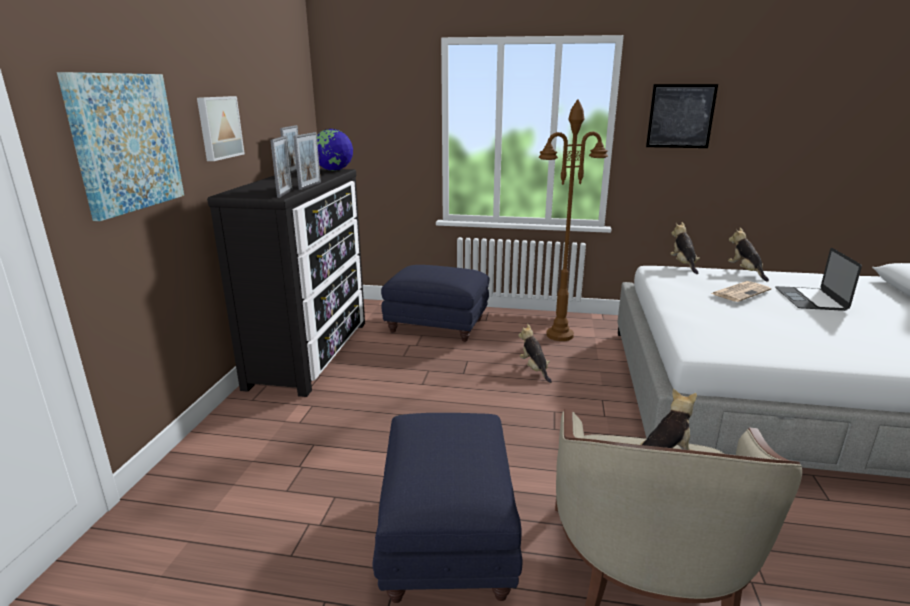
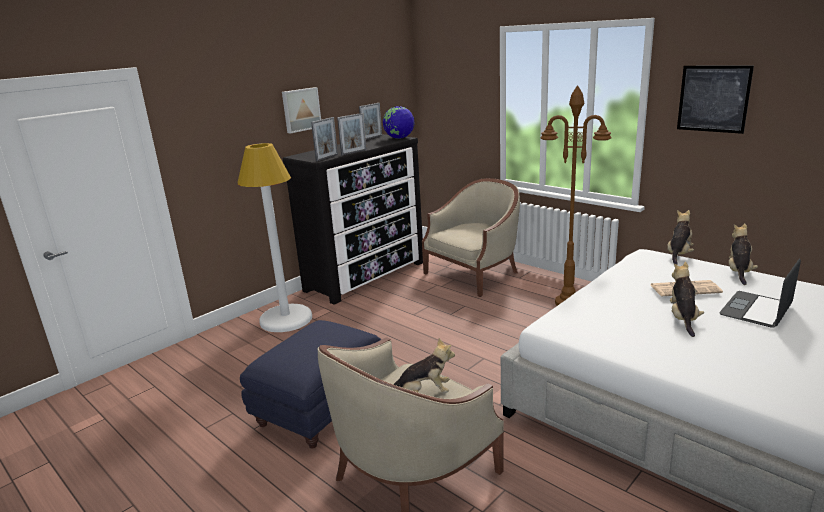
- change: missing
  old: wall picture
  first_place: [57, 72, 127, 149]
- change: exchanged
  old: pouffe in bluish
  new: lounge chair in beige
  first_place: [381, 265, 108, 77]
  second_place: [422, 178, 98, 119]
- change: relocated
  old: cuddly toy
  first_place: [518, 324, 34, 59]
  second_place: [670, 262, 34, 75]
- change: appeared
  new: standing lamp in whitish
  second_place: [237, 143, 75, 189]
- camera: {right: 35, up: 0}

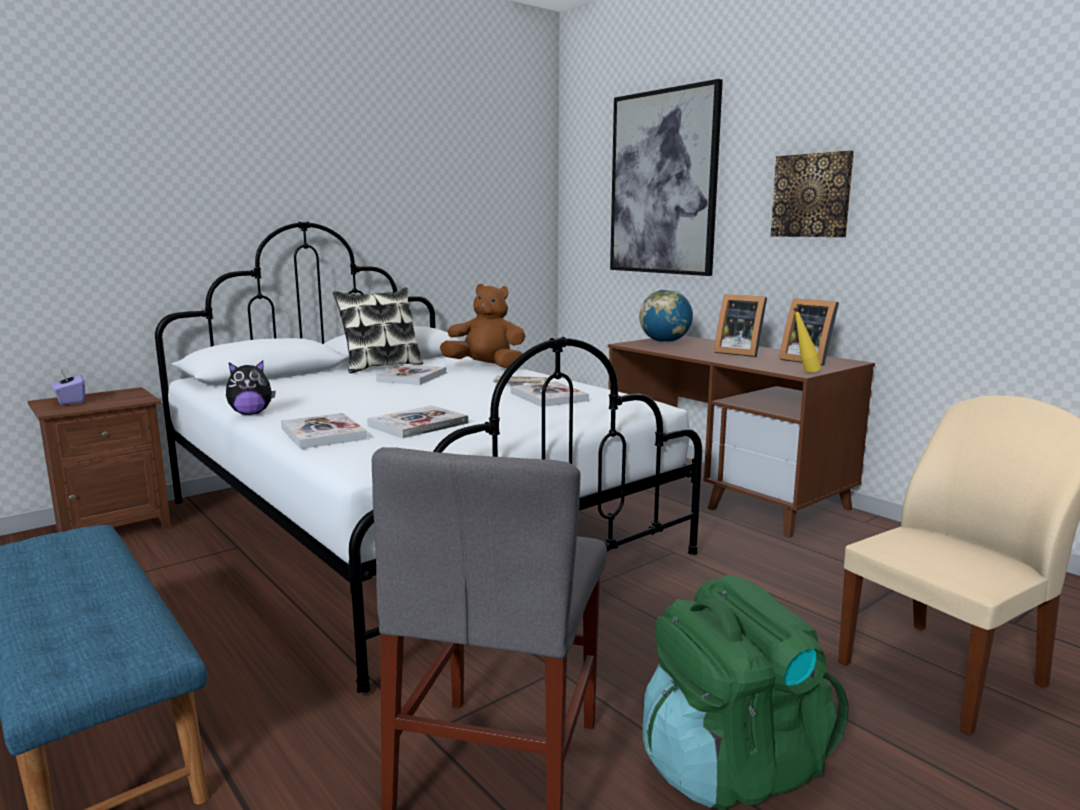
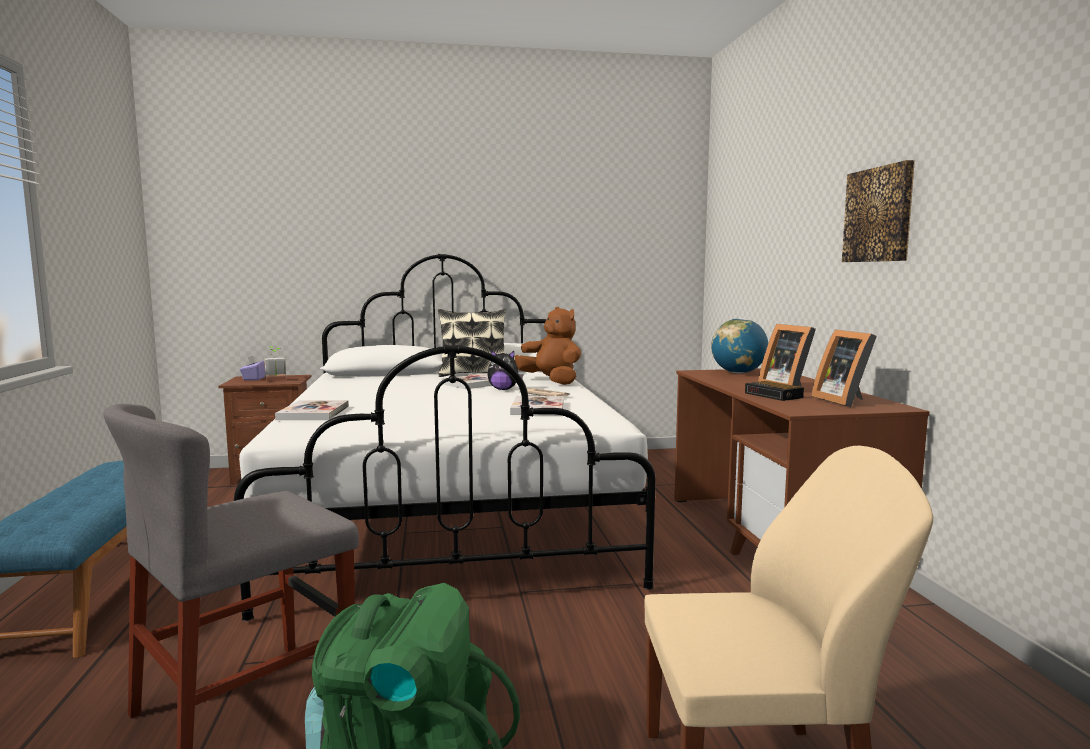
- change: missing
  old: wall picture
  first_place: [610, 79, 113, 197]
- change: missing
  old: bottle in yellow
  first_place: [793, 307, 28, 66]
- change: relocated
  old: cuddly toy
  first_place: [226, 361, 50, 54]
  second_place: [488, 350, 35, 40]
- change: missing
  old: volume
  first_place: [367, 405, 102, 33]
- change: appeared
  new: plant in a pot
  second_place: [264, 346, 22, 36]
- change: appeared
  new: table clock
  second_place: [745, 381, 59, 20]
- camera: {right: 30, up: -5}

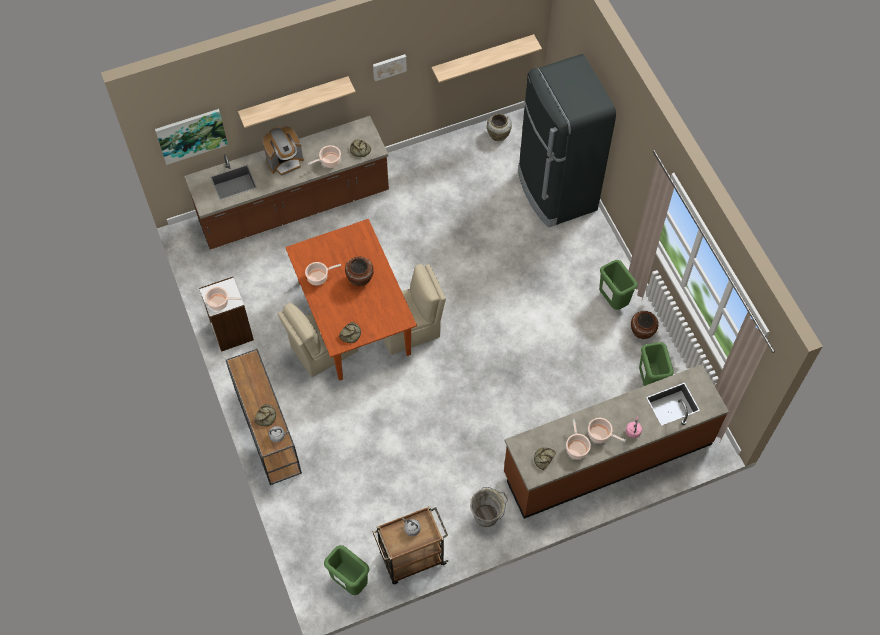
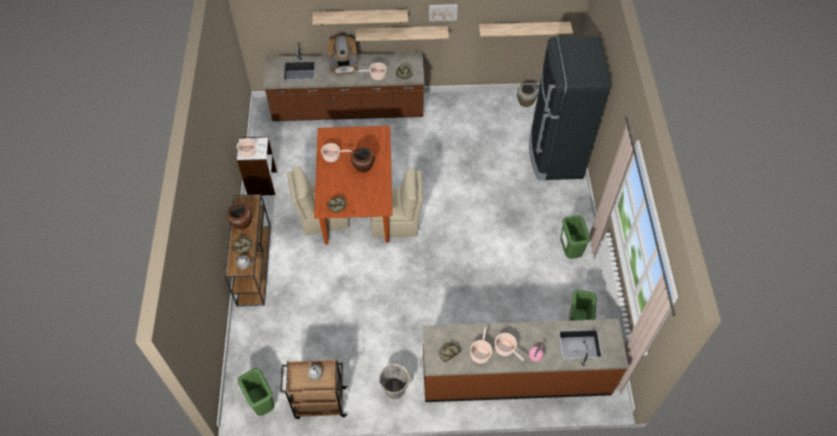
- change: missing
  old: wall picture
  first_place: [155, 109, 73, 56]
- change: relocated
  old: decorative vase in brown-coloured
  first_place: [631, 311, 28, 28]
  second_place: [226, 203, 26, 26]
- change: appeared
  new: bracket shelf
  second_place: [356, 26, 93, 15]
- camera: {right: 20, up: -5}

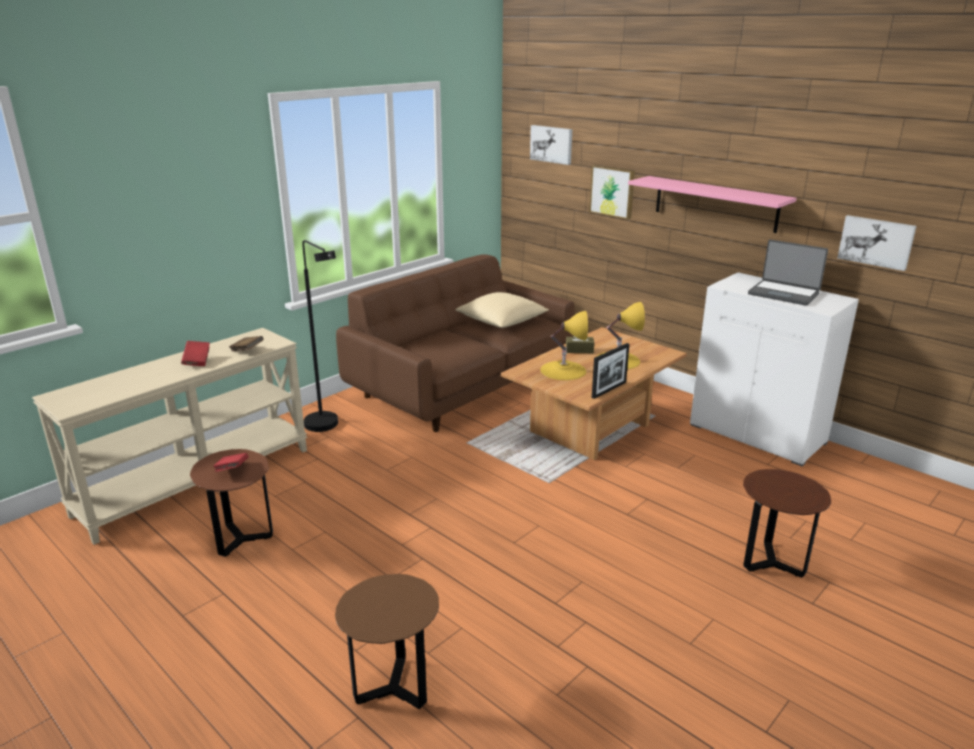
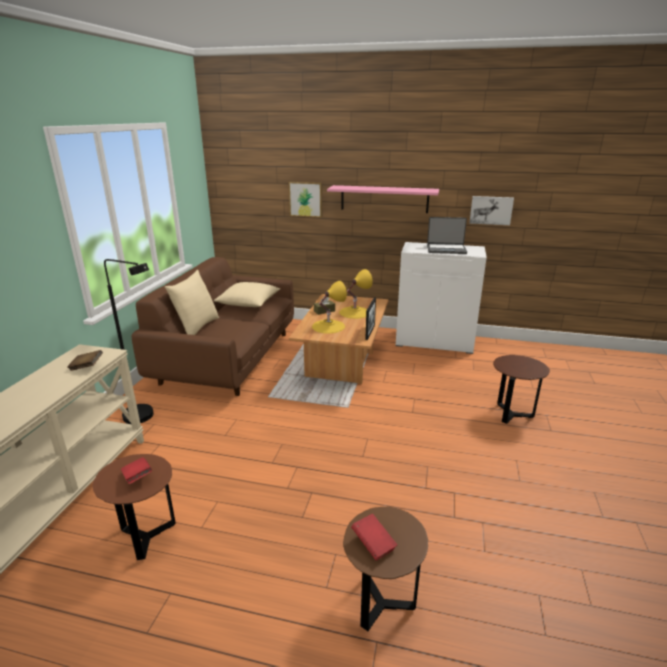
- change: missing
  old: wall picture
  first_place: [530, 125, 42, 40]
- change: relocated
  old: volume in red
  first_place: [181, 341, 29, 25]
  second_place: [351, 514, 46, 46]
- change: appeared
  new: cushion in beige
  second_place: [165, 270, 54, 65]
- camera: {right: -30, up: 0}

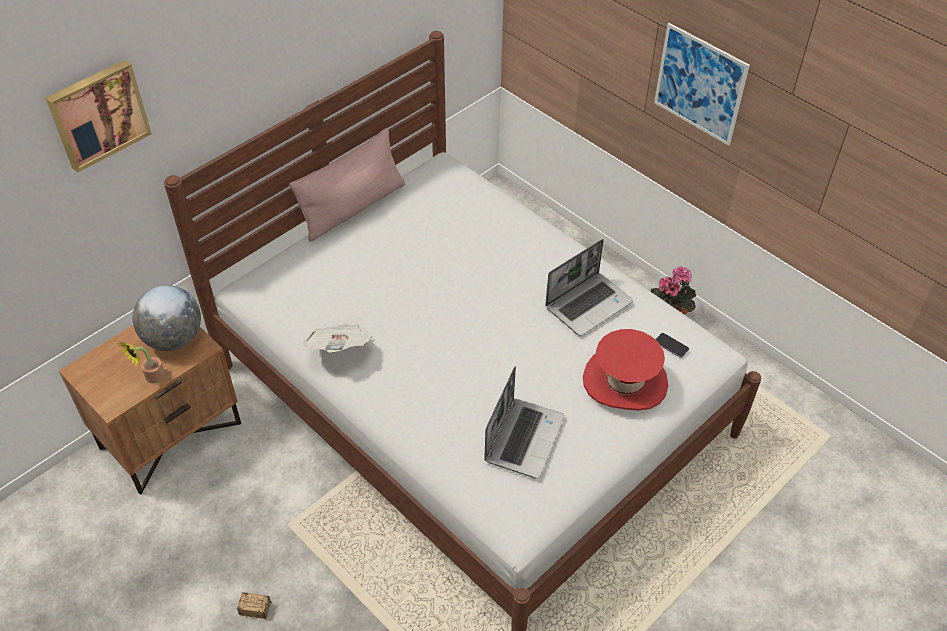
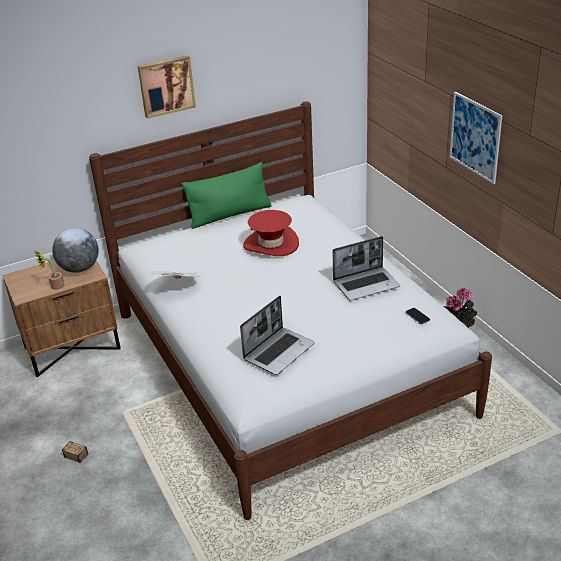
- change: relocated
  old: wall picture
  first_place: [46, 60, 106, 113]
  second_place: [137, 55, 59, 64]
- change: colour
  old: cushion in pink-coloured
  new: cushion in green
  first_place: [289, 128, 116, 114]
  second_place: [182, 162, 90, 67]
- change: relocated
  old: wearable hat in red
  first_place: [583, 329, 85, 82]
  second_place: [244, 210, 55, 46]
- camera: {right: 20, up: -15}

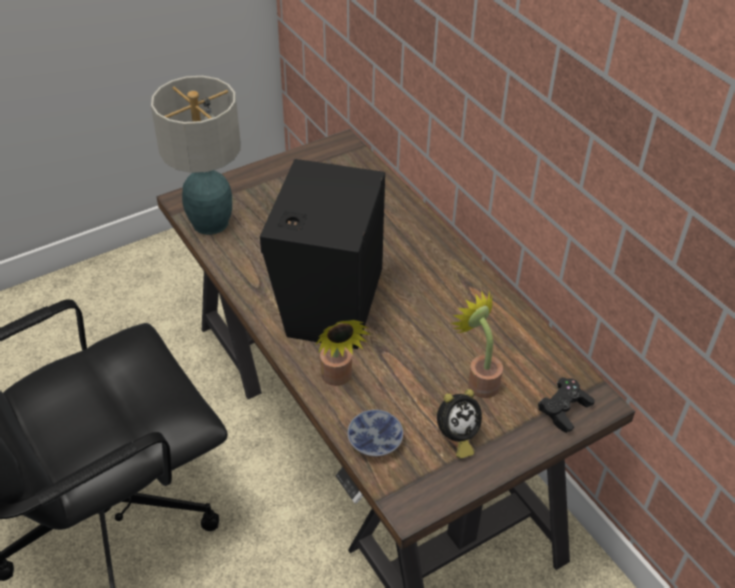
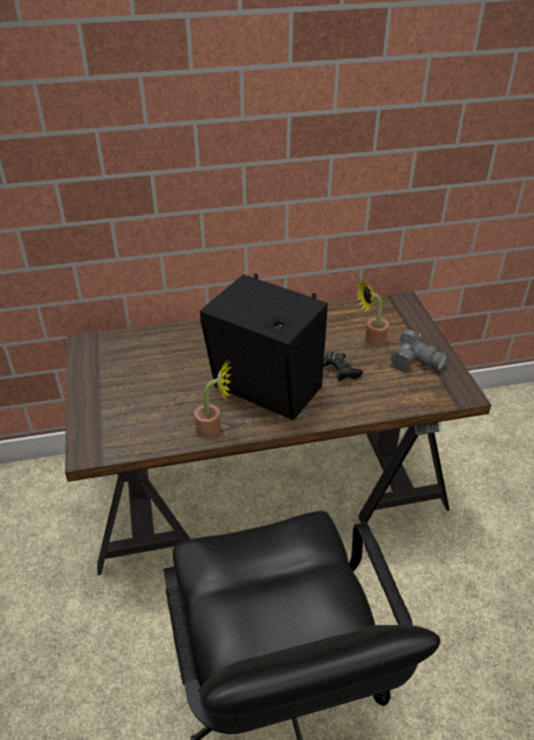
- change: missing
  old: table lamp
  first_place: [151, 76, 90, 159]
- change: relocated
  old: plant in a pot
  first_place: [316, 320, 55, 66]
  second_place: [194, 358, 38, 80]
- change: relocated
  old: gamepad in blackish
  first_place: [538, 377, 57, 56]
  second_place: [323, 352, 40, 29]
- change: exchanged
  old: table clock
  new: photo camera
  first_place: [437, 389, 45, 70]
  second_place: [391, 329, 57, 43]
- change: missing
  old: deep dish
  first_place: [348, 410, 55, 47]
- camera: {right: -70, up: -5}

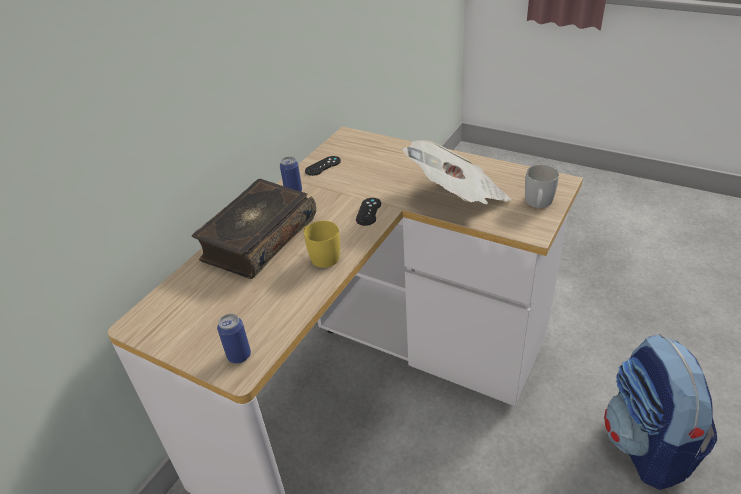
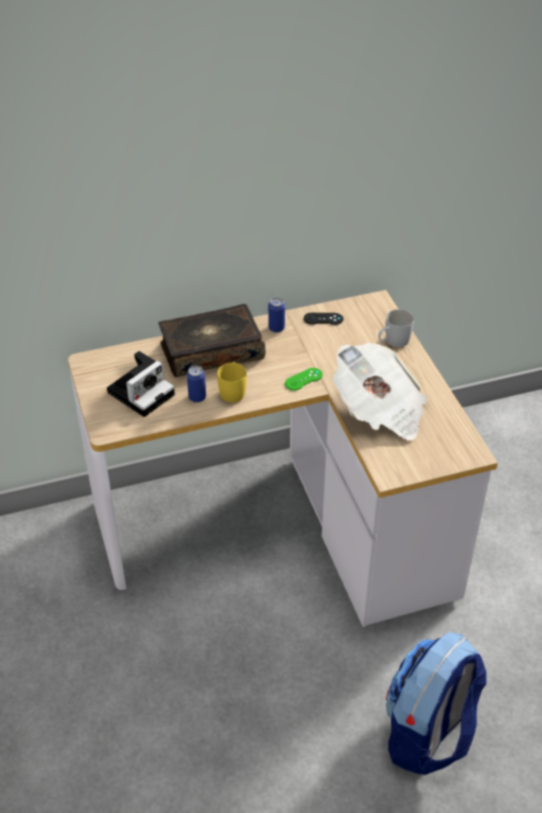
- change: relocated
  old: mug in whitish
  first_place: [525, 165, 34, 43]
  second_place: [378, 309, 36, 38]
- change: colour
  old: gamepad in blackish
  new: gamepad in green
  first_place: [356, 198, 25, 28]
  second_place: [285, 368, 38, 22]
- change: relocated
  old: can
  first_place: [217, 314, 34, 50]
  second_place: [187, 366, 19, 37]
- change: appeared
  new: photo camera
  second_place: [107, 351, 68, 66]
- camera: {right: 40, up: 5}

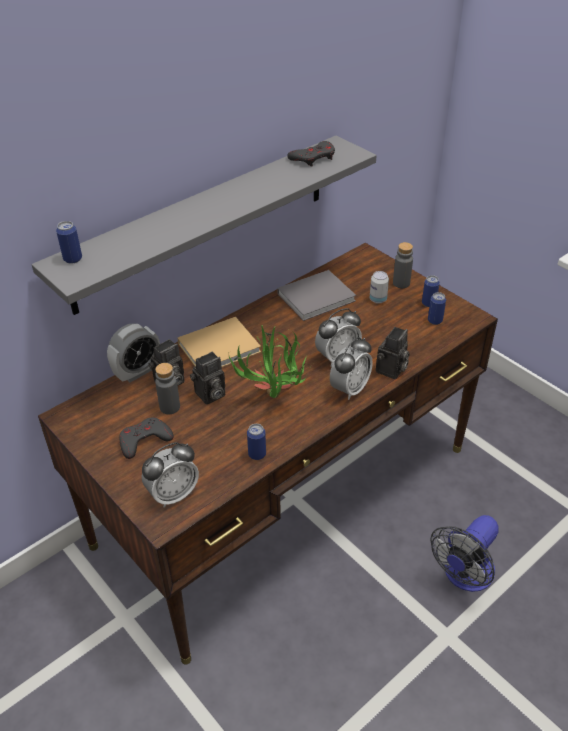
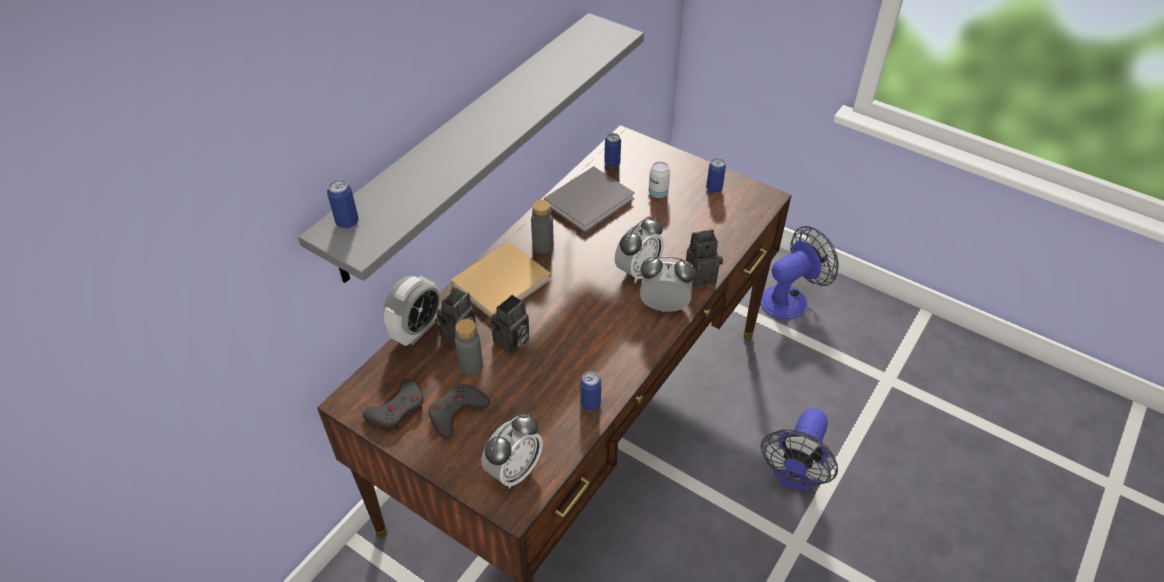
- change: relocated
  old: gamepad in greyish
  first_place: [287, 141, 48, 26]
  second_place: [363, 379, 61, 51]
- change: relocated
  old: bottle in greyish
  first_place: [393, 242, 20, 46]
  second_place: [531, 200, 23, 54]
- change: relocated
  old: can
  first_place: [428, 292, 18, 33]
  second_place: [604, 133, 17, 35]
- change: missing
  old: plant in a pot
  first_place: [229, 326, 83, 72]
- change: spun
  old: photo camera
  first_place: [376, 327, 34, 52]
  second_place: [686, 229, 37, 59]
  degrees: -120
- change: spun
  old: table clock
  first_place: [330, 337, 43, 63]
  second_place: [640, 256, 56, 56]
  degrees: -105
- change: appeared
  new: cooling fan
  second_place: [761, 226, 78, 94]
- camera: {right: -15, up: 5}

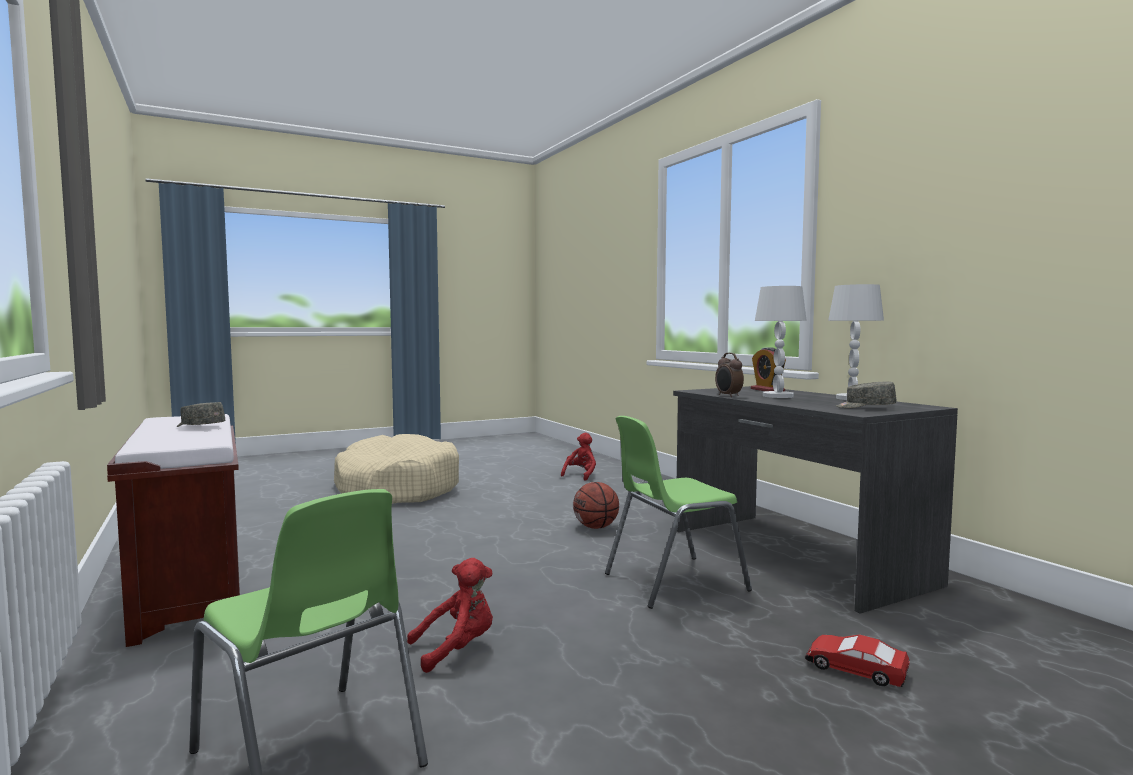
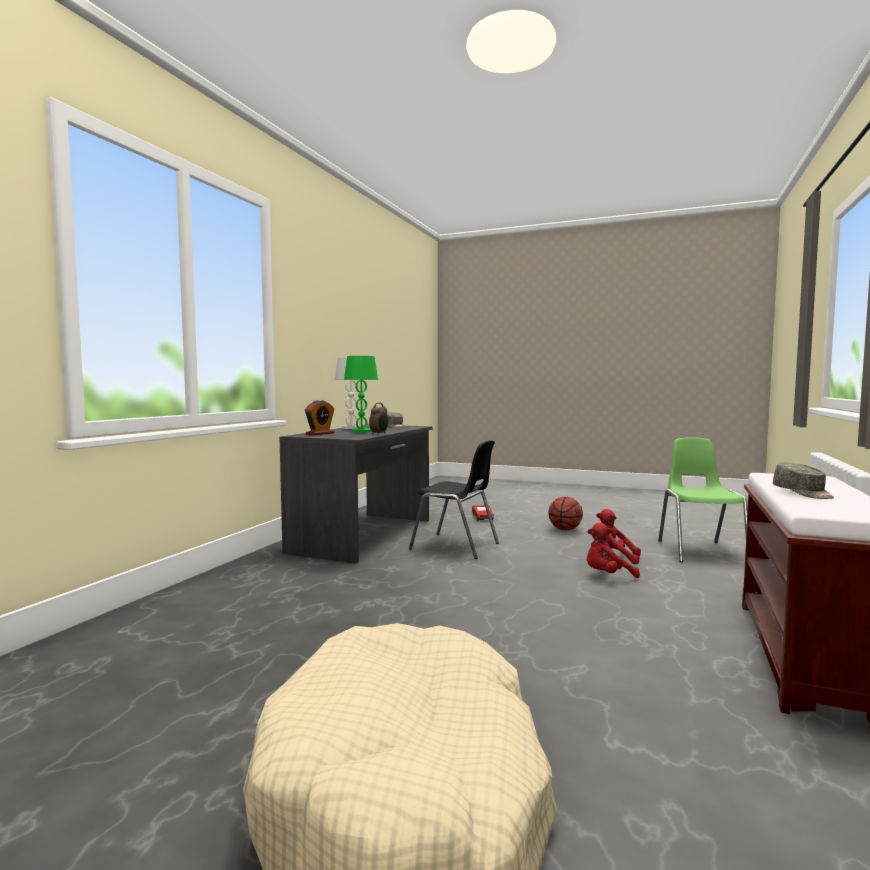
- change: colour
  old: table lamp in whitish
  new: table lamp in green
  first_place: [755, 286, 52, 112]
  second_place: [344, 356, 34, 77]
- change: colour
  old: plain chair in green
  new: plain chair in blackish
  first_place: [605, 416, 147, 193]
  second_place: [409, 440, 90, 119]
- change: relocated
  old: cuddly toy in red
  first_place: [561, 433, 35, 48]
  second_place: [587, 523, 53, 55]
- change: relocated
  old: basketball
  first_place: [573, 482, 46, 47]
  second_place: [548, 497, 35, 33]
- camera: {right: -130, up: 0}

